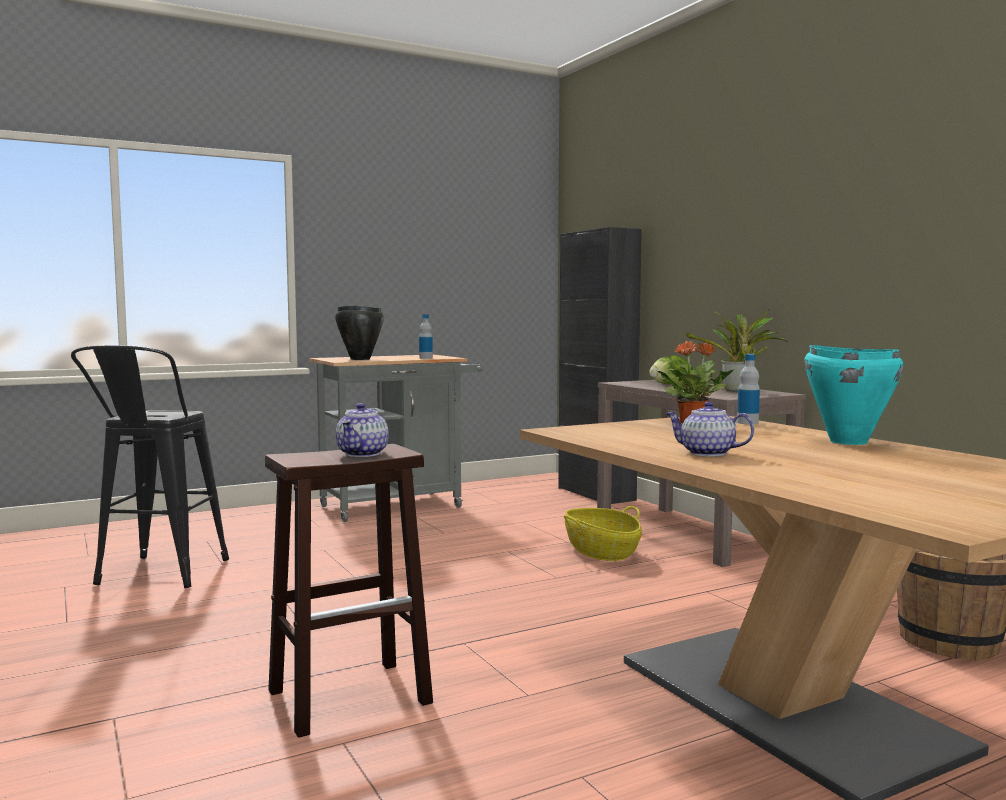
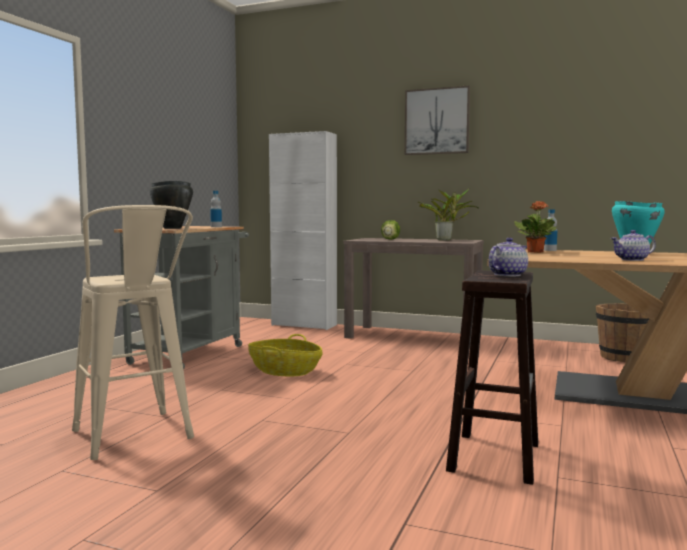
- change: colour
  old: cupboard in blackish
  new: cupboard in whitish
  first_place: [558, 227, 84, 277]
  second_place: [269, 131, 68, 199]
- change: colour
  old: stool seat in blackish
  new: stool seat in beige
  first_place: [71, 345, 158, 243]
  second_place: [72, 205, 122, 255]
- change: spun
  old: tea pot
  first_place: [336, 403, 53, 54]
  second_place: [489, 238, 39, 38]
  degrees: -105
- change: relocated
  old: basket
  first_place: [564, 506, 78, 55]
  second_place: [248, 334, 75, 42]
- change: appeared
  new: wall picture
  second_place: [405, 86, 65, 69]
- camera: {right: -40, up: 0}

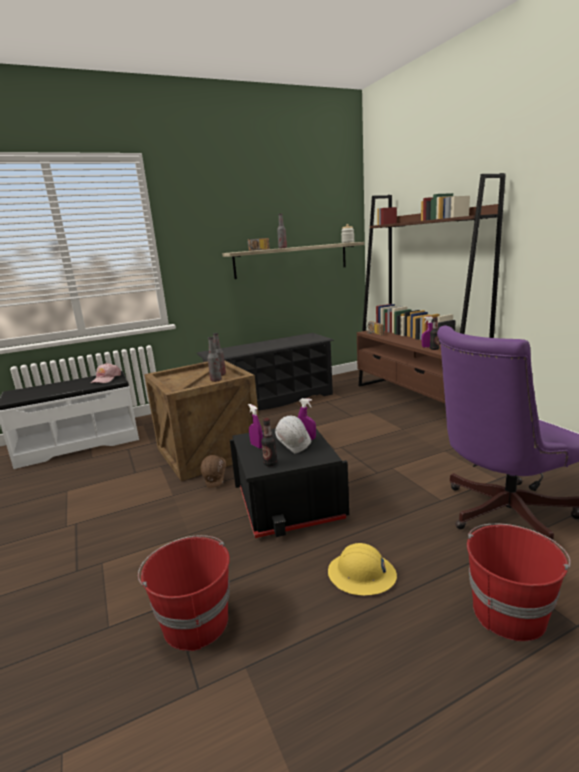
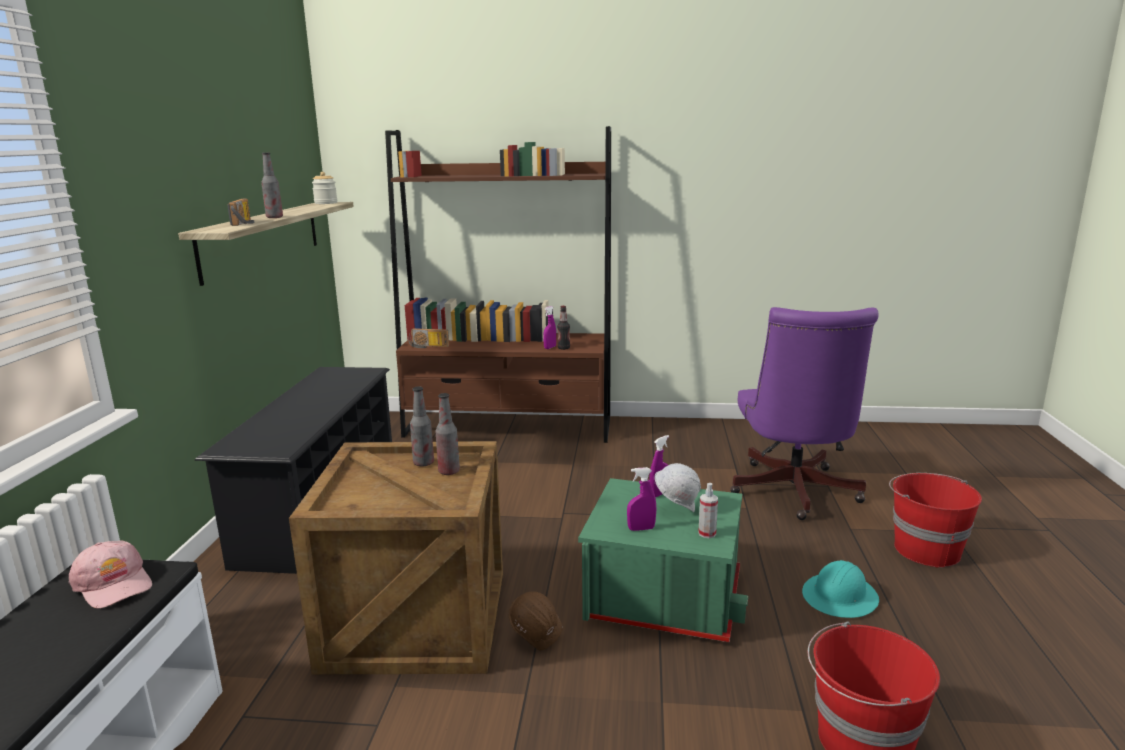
- change: exchanged
  old: bottle
  new: spray bottle
  first_place: [261, 418, 16, 49]
  second_place: [698, 483, 20, 55]
- change: colour
  old: storage box in blackish
  new: storage box in green
  first_place: [230, 428, 119, 110]
  second_place: [578, 478, 170, 164]
- change: colour
  old: work helmet in yellow
  new: work helmet in turquoise
  first_place: [328, 543, 69, 52]
  second_place: [802, 560, 77, 58]
- camera: {right: -60, up: 0}

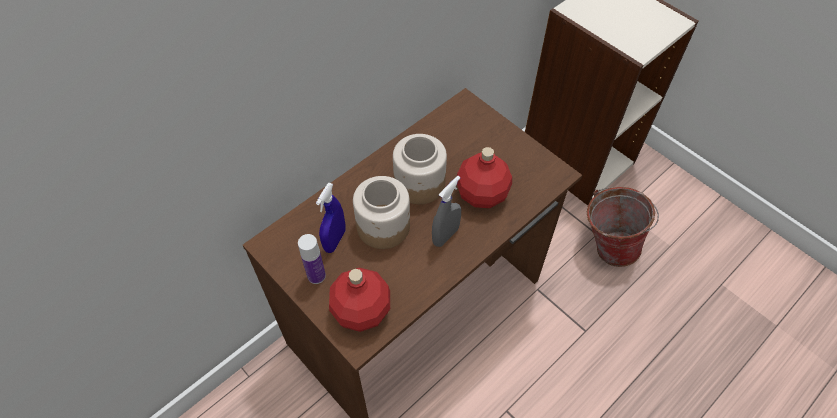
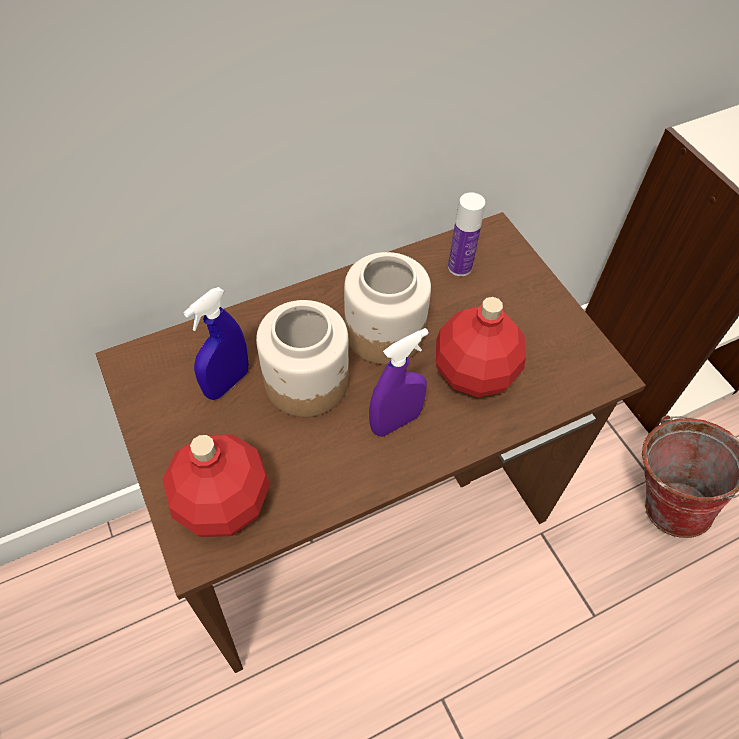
- change: colour
  old: spray bottle in greyish
  new: spray bottle in purple-coloured
  first_place: [432, 176, 29, 71]
  second_place: [369, 328, 60, 109]
- change: relocated
  old: bottle
  first_place: [298, 234, 28, 50]
  second_place: [448, 192, 37, 84]
- camera: {right: 15, up: 0}

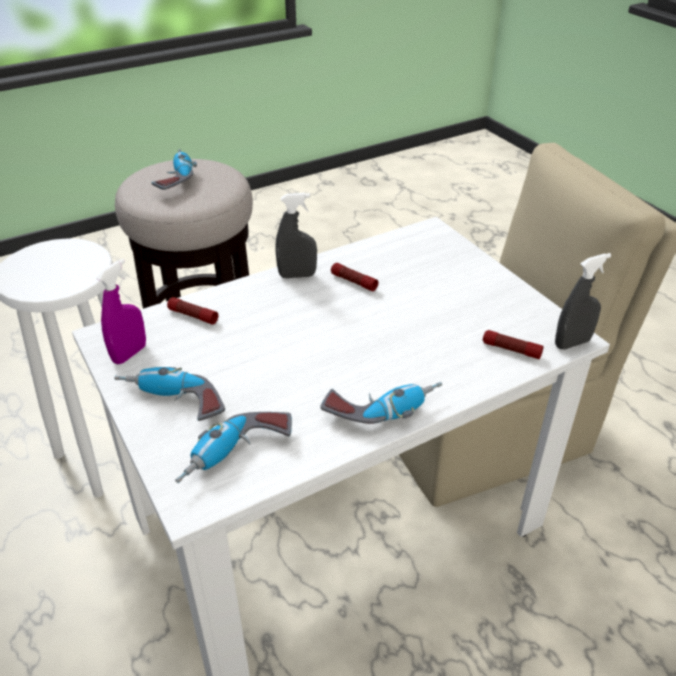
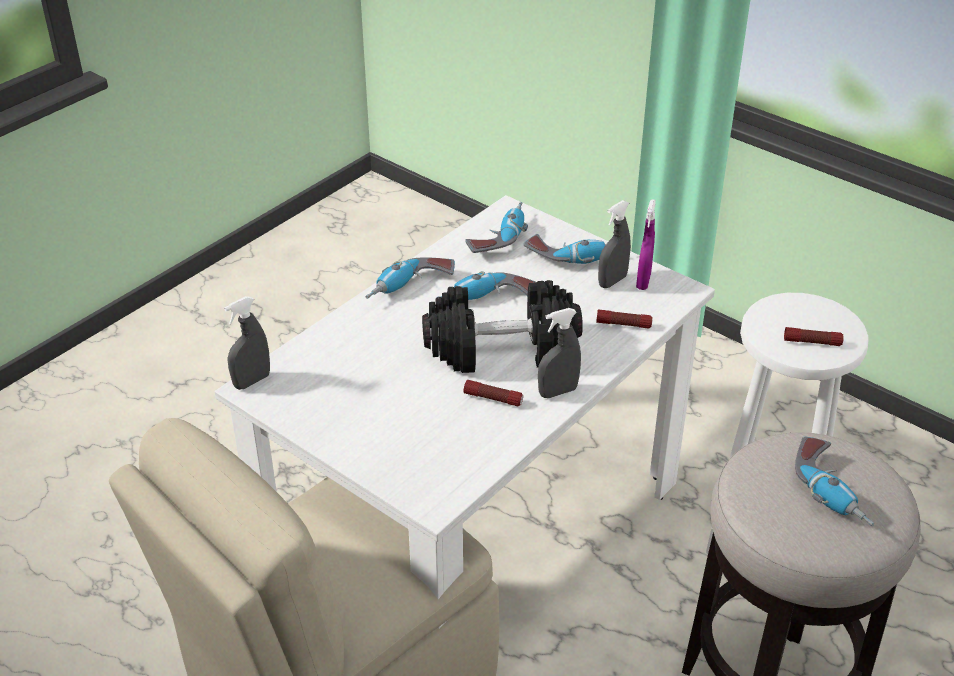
- change: relocated
  old: hand torch
  first_place: [483, 330, 61, 29]
  second_place: [784, 327, 60, 19]
- change: appeared
  new: spray bottle in greyish
  second_place: [598, 200, 33, 88]
- change: appeared
  new: electric drill
  second_place: [436, 271, 101, 29]
- change: appeared
  new: free weight in blackish
  second_place: [422, 280, 161, 93]
- camera: {right: 160, up: 0}

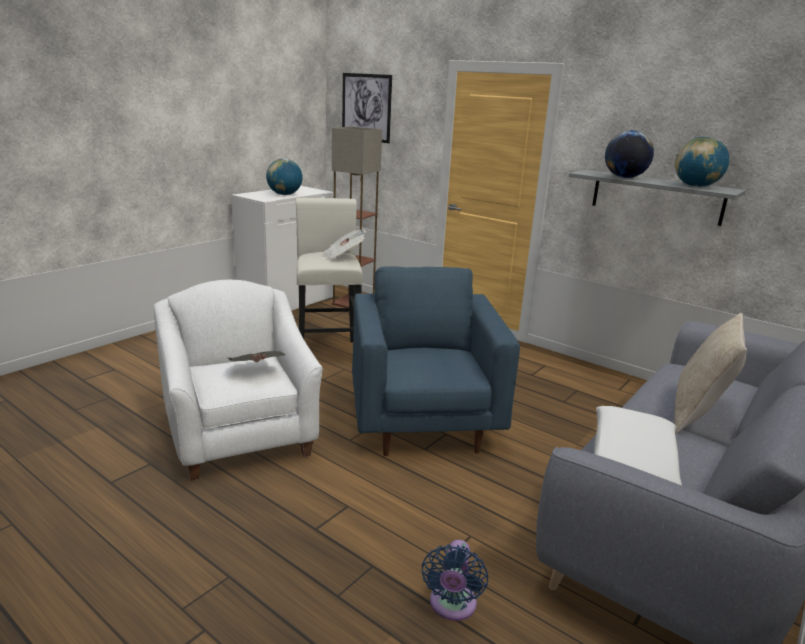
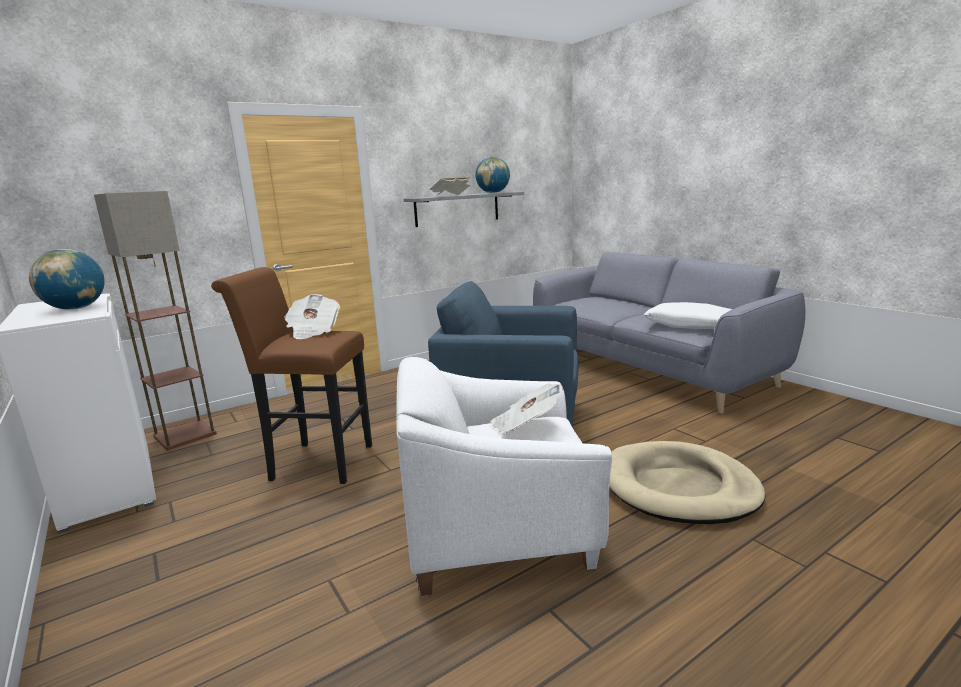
- change: missing
  old: wall picture
  first_place: [342, 73, 50, 70]
- change: exchanged
  old: desk globe
  new: volume
  first_place: [605, 130, 49, 48]
  second_place: [429, 177, 41, 19]
- change: colour
  old: stool seat in whitish
  new: stool seat in brown-coloured
  first_place: [296, 198, 67, 145]
  second_place: [211, 267, 161, 217]
- change: missing
  old: cushion in beige
  first_place: [674, 313, 73, 121]
- change: missing
  old: cooling fan in bluish
  first_place: [422, 540, 66, 81]
- change: appeared
  new: dog bed in beige
  second_place: [609, 441, 156, 83]
- camera: {right: -70, up: -5}

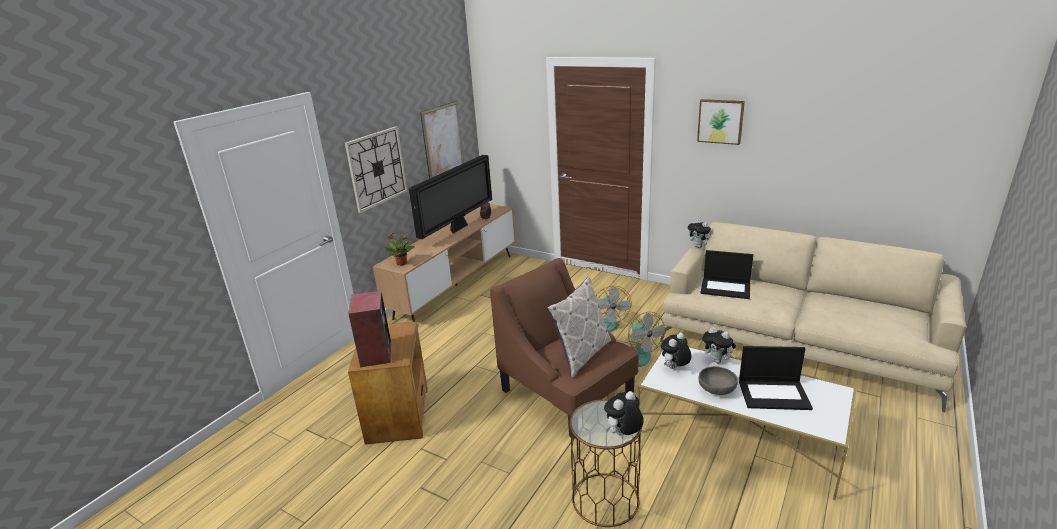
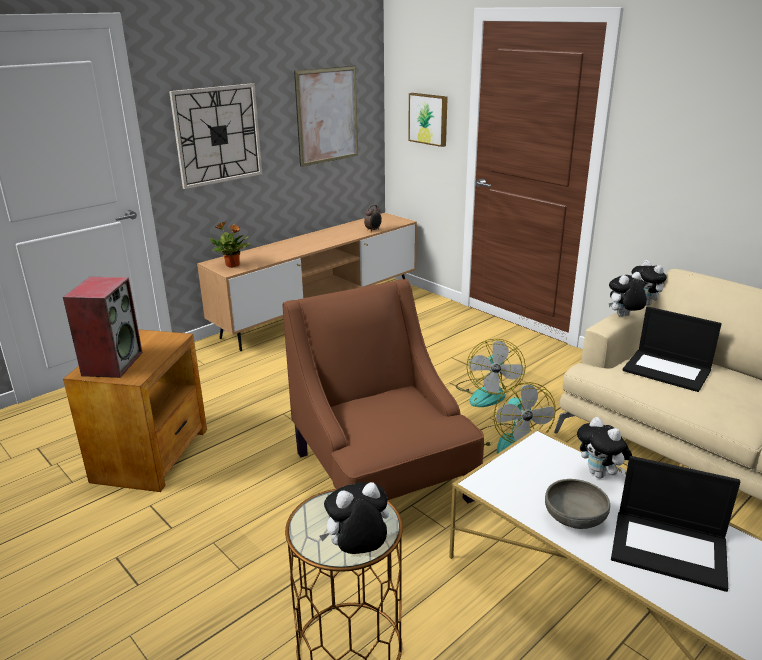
- change: relocated
  old: wall picture
  first_place: [697, 99, 48, 46]
  second_place: [408, 93, 40, 54]
- change: missing
  old: TV set
  first_place: [409, 155, 83, 84]
- change: missing
  old: cushion
  first_place: [547, 276, 64, 102]
- change: relocated
  old: cuddly toy
  first_place: [661, 333, 31, 36]
  second_place: [609, 272, 38, 45]
- camera: {right: 15, up: 0}

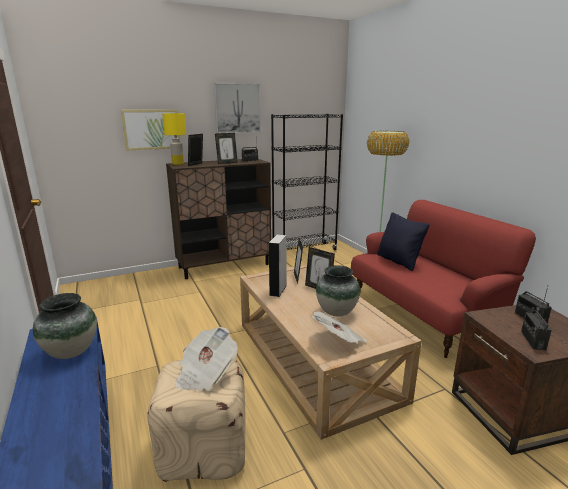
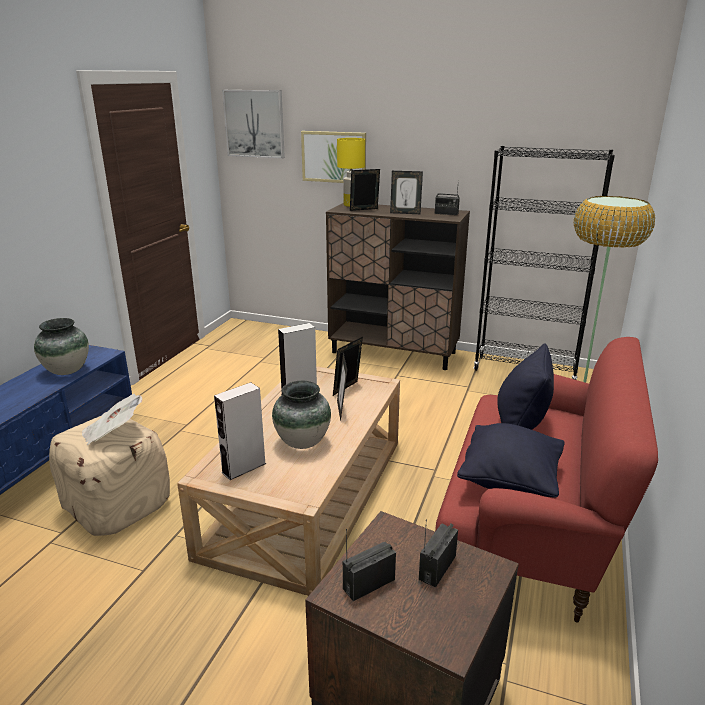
- change: relocated
  old: wall picture
  first_place: [213, 83, 48, 51]
  second_place: [222, 90, 63, 69]
- change: exchanged
  old: newspaper
  new: speaker in greyish
  first_place: [312, 312, 55, 32]
  second_place: [214, 382, 52, 98]
- change: appeared
  new: cushion in blackish
  second_place: [457, 423, 108, 74]
- camera: {right: 45, up: 5}

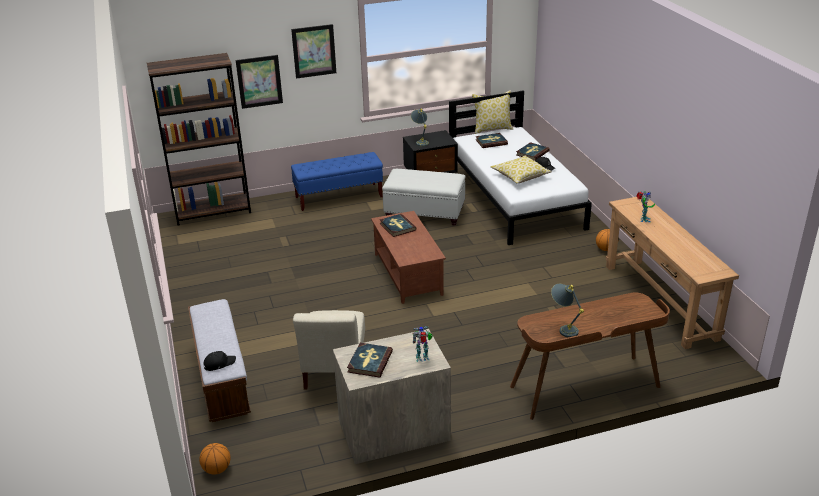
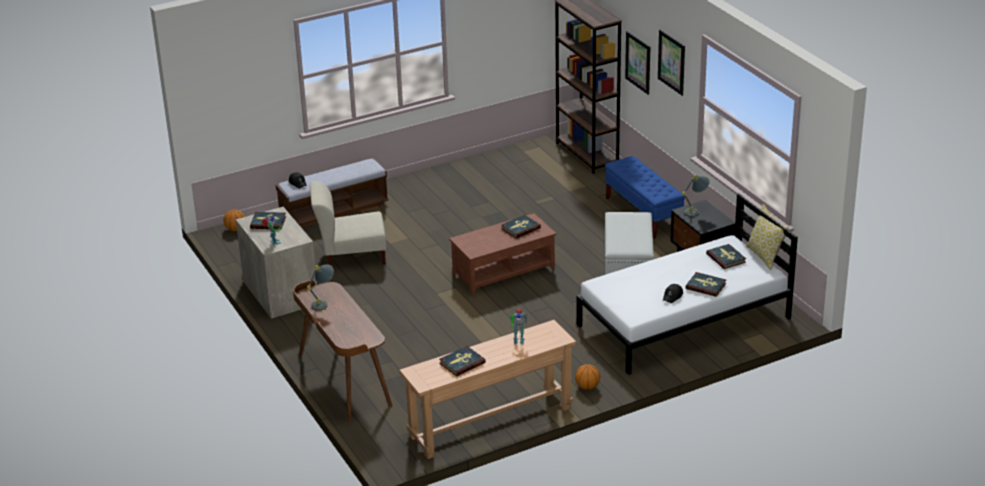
- change: missing
  old: cushion
  first_place: [491, 156, 61, 27]
- change: appeared
  new: volume
  second_place: [439, 346, 47, 30]
- camera: {right: 80, up: 0}

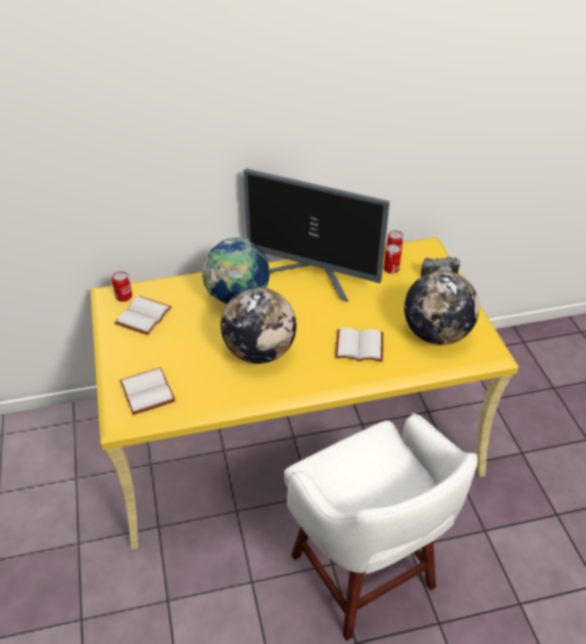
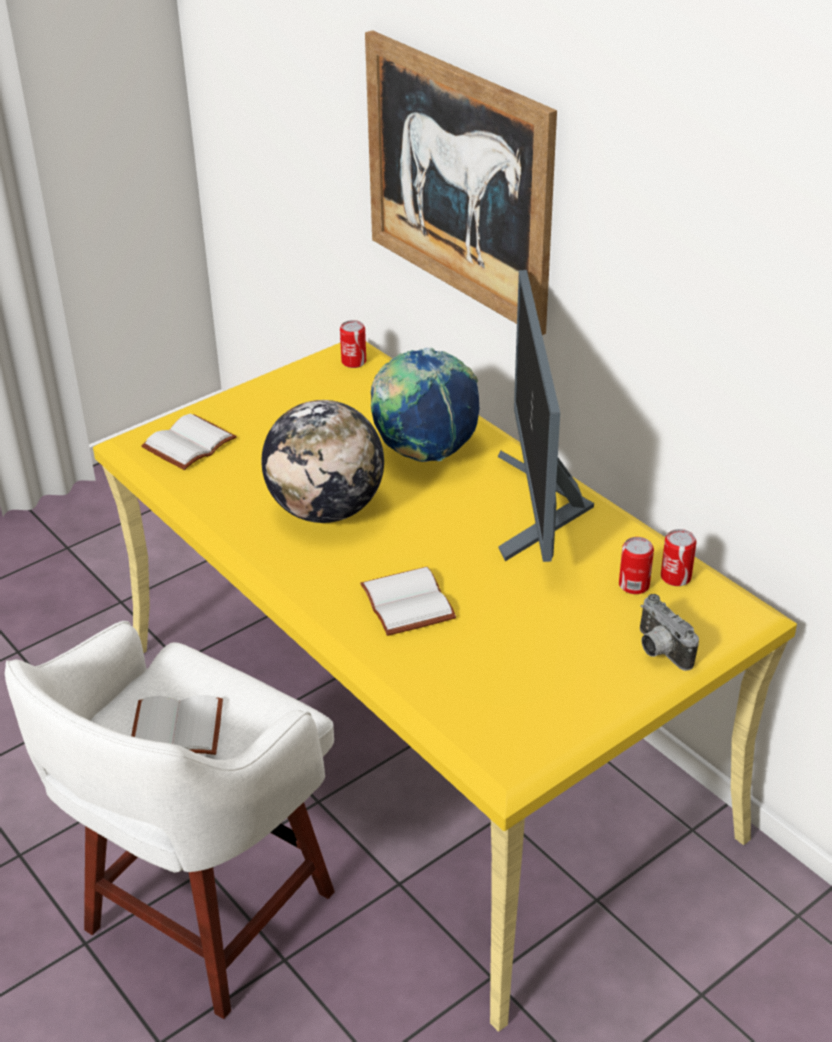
- change: missing
  old: desk globe
  first_place: [404, 270, 75, 75]
- change: relocated
  old: volume in whitish
  first_place: [115, 296, 57, 39]
  second_place: [131, 695, 92, 60]
- change: appeared
  new: wall picture
  second_place: [365, 30, 192, 305]
- camera: {right: 65, up: -5}

